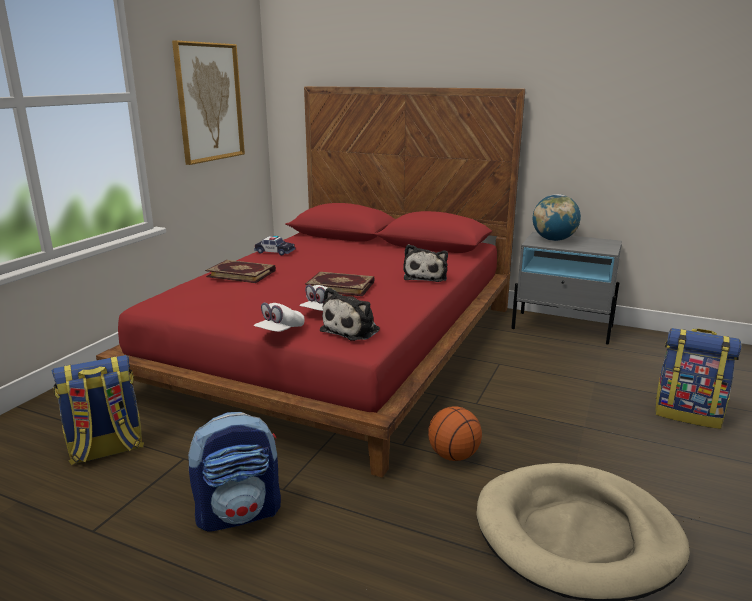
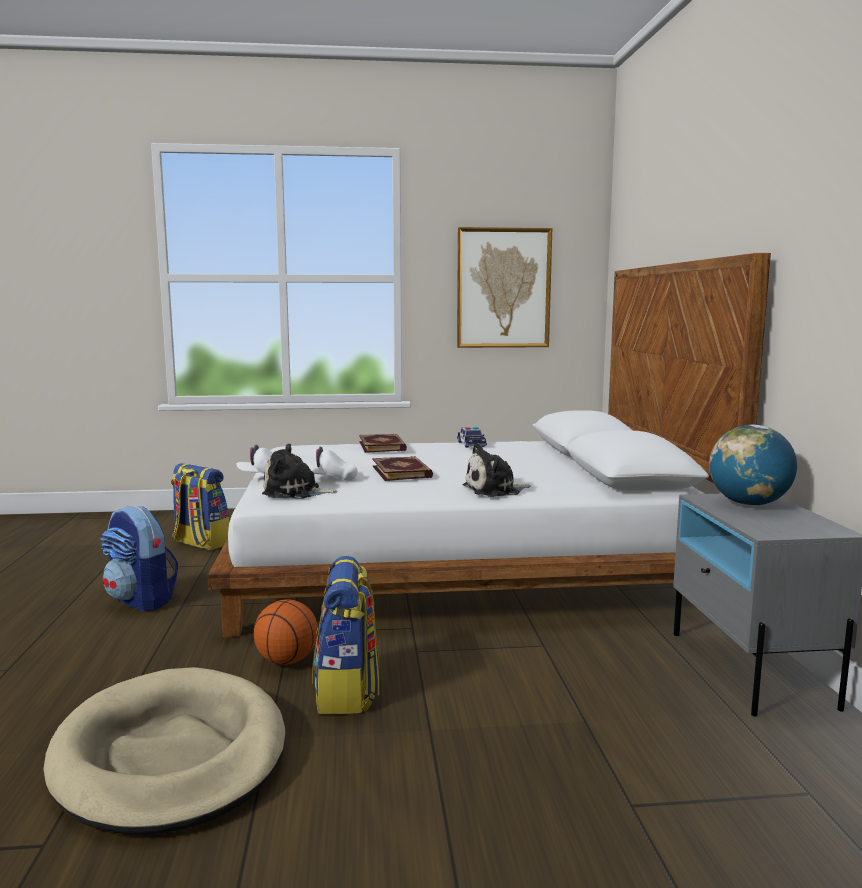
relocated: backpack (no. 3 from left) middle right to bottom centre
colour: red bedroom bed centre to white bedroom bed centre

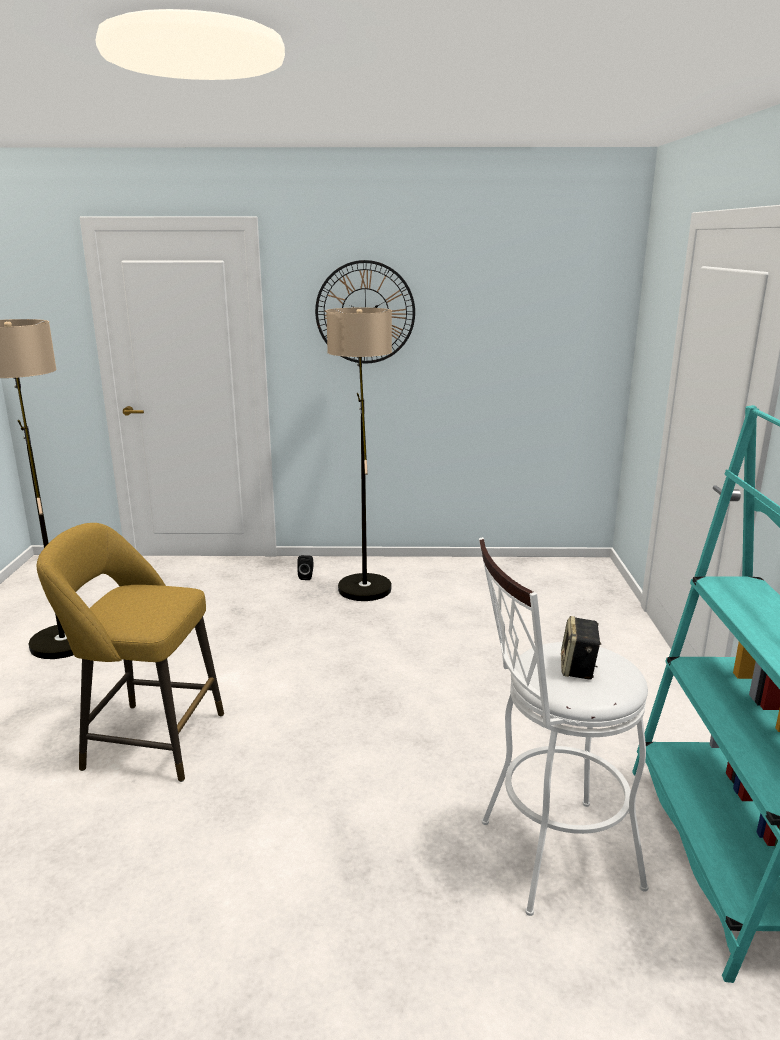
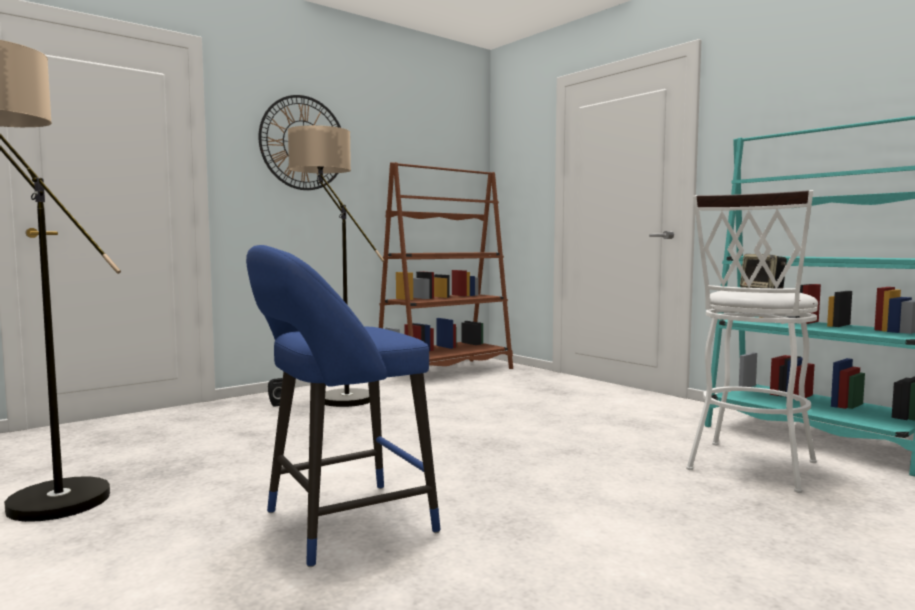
appeared: brown-coloured bookshelf centre
colour: yellowish sitting stool middle left to bluish sitting stool centre

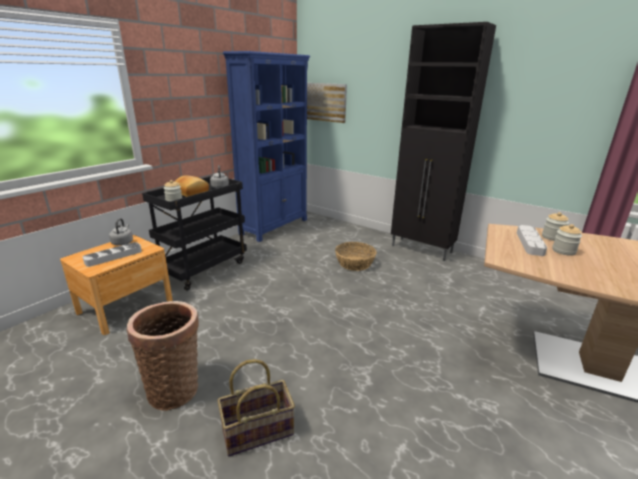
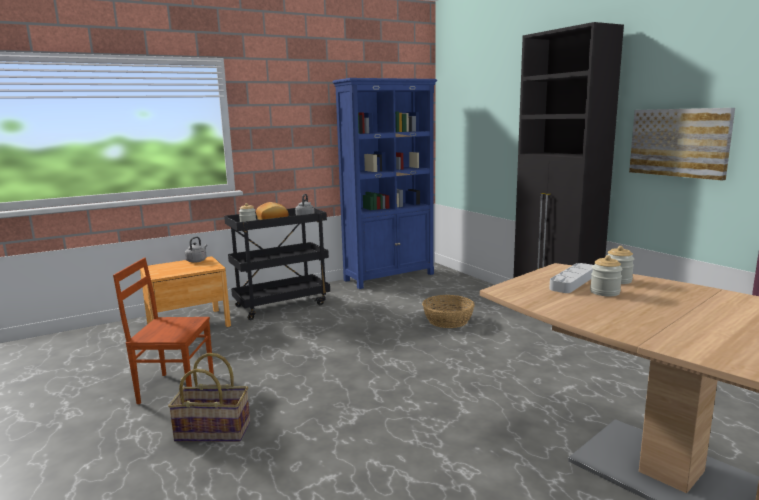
missing: gray serving tray (no. 1 from left) middle left
relocated: picture top centre to top right
exchanged: storage basket (no. 1 from left) bottom left to brown-coloured plain chair middle left

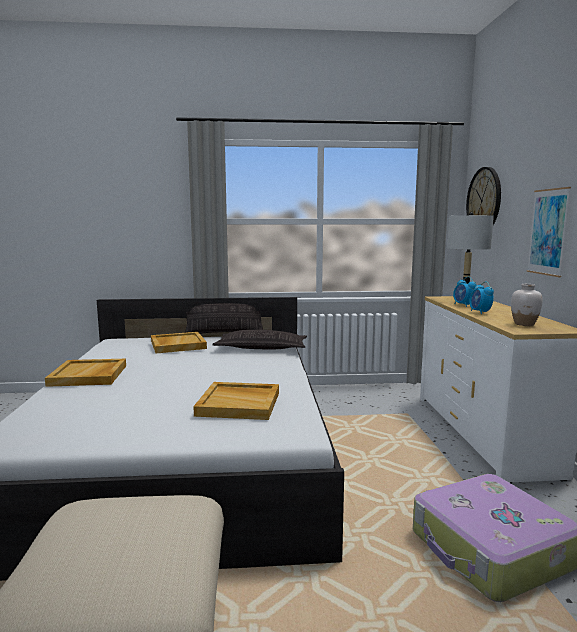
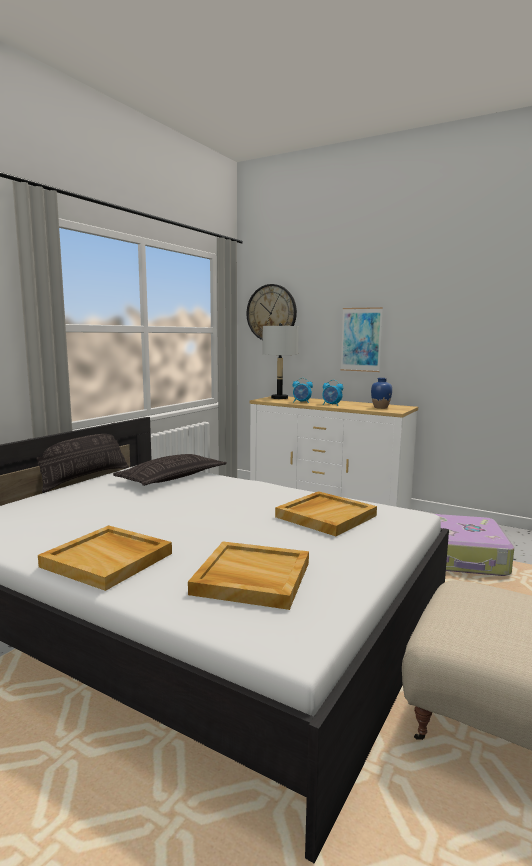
relocated: sand-coloured serving tray (no. 2 from left) middle left to centre
colour: white decorative vase middle right to bluish decorative vase middle right

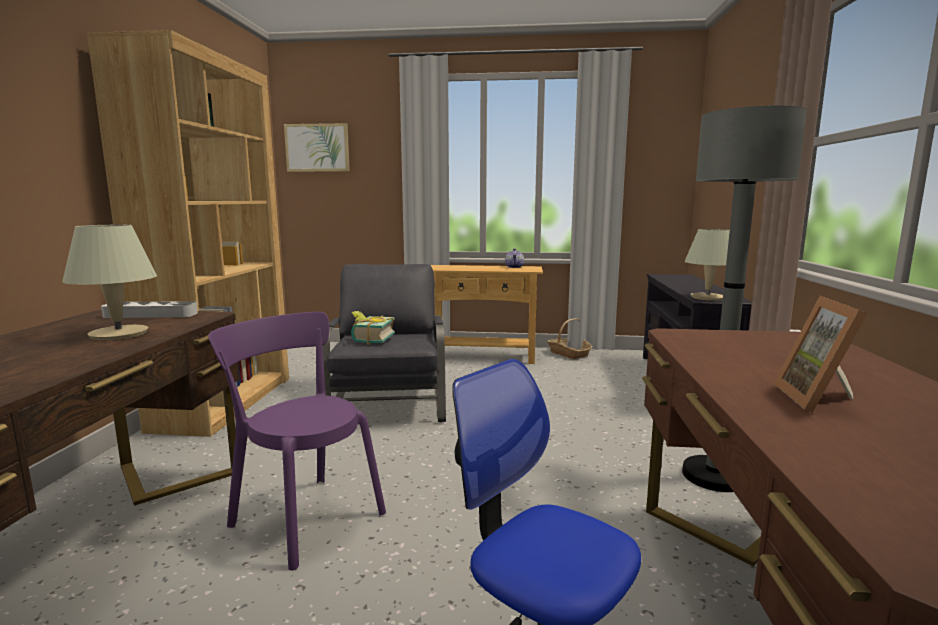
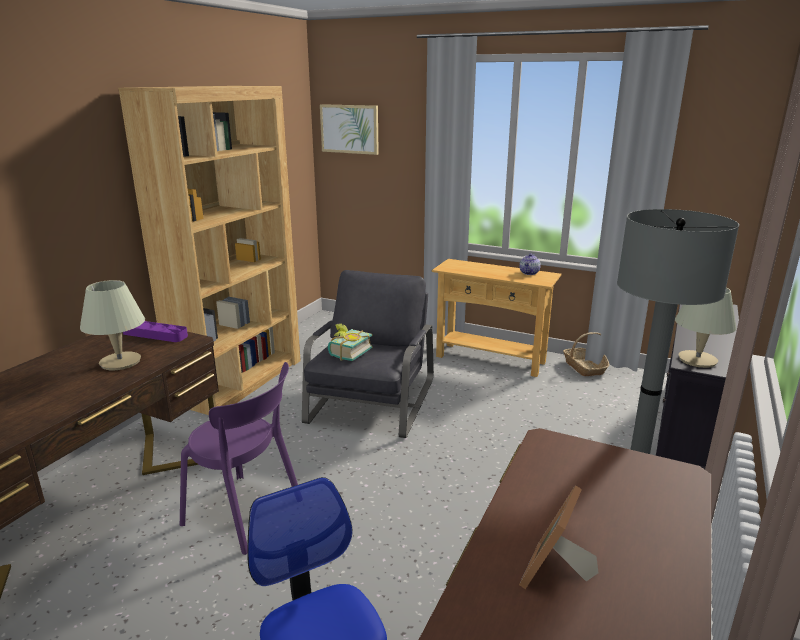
colour: gray serving tray middle left to purplish serving tray middle left
spun: purplish plain chair bottom left = bottom left 150 degrees clockwise

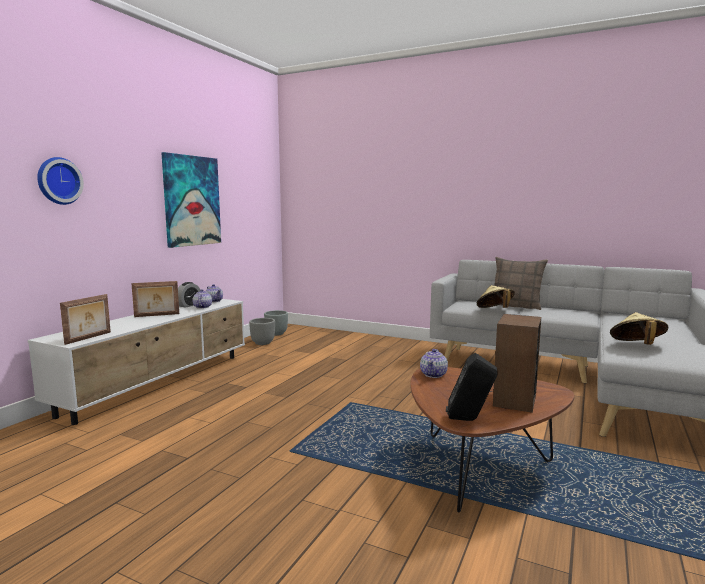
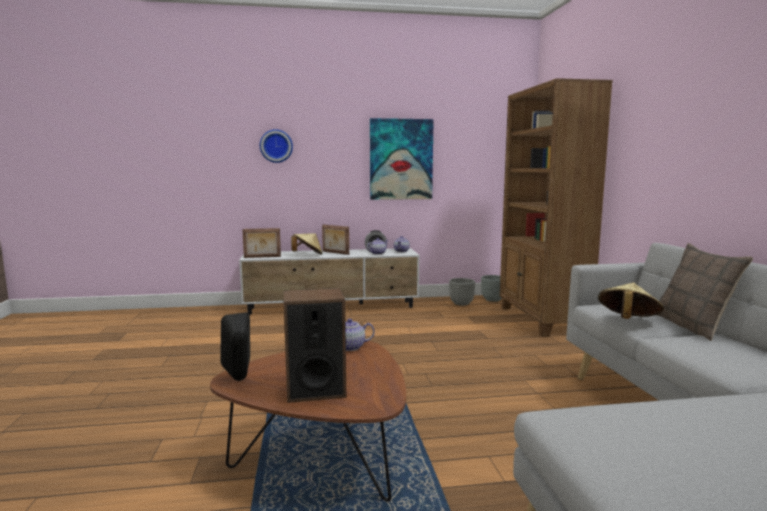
appeared: brown-coloured bookshelf middle right
relocated: sand-coloured hat (no. 2 from left in the first image) middle right to sand-coloured hat (no. 1 from left) centre

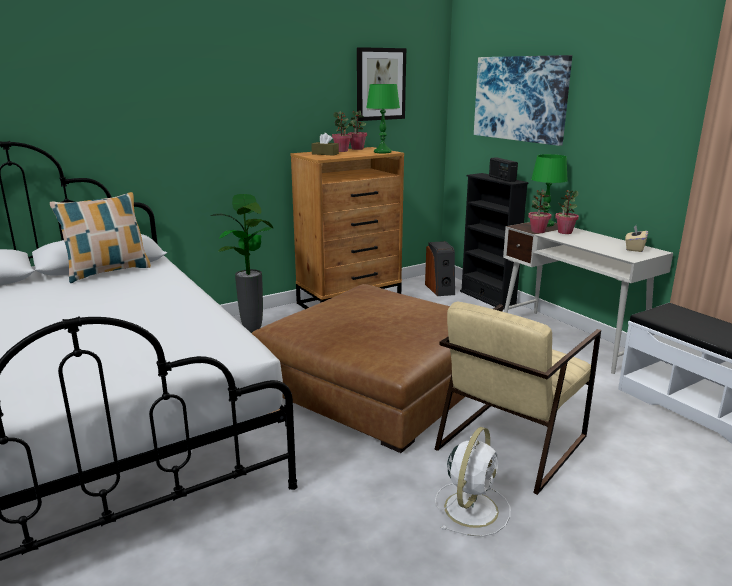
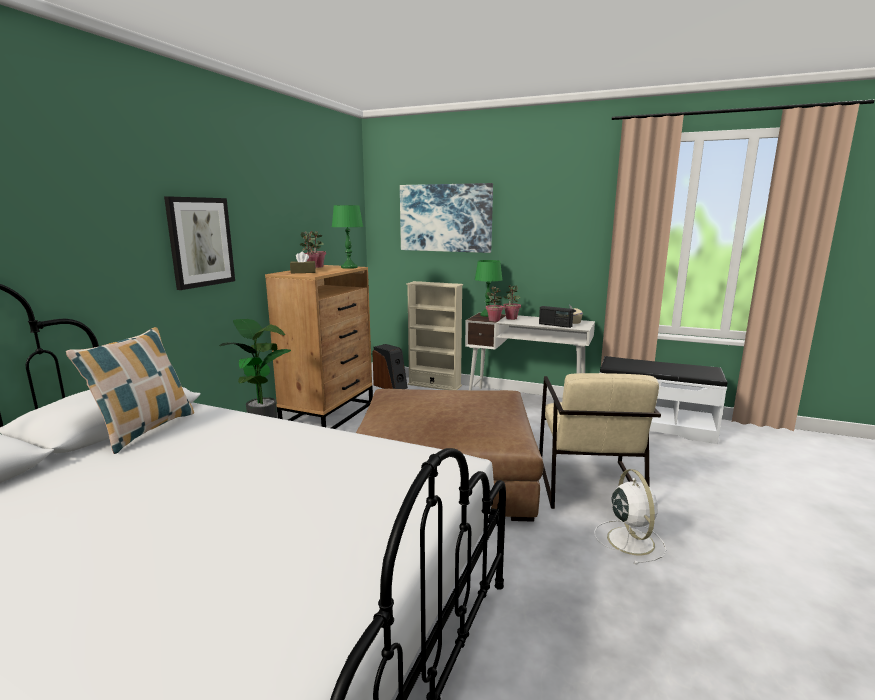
relocated: picture (no. 1 from left) top centre to middle left; radio set top right to centre
colour: black bookshelf middle right to sand-coloured bookshelf centre

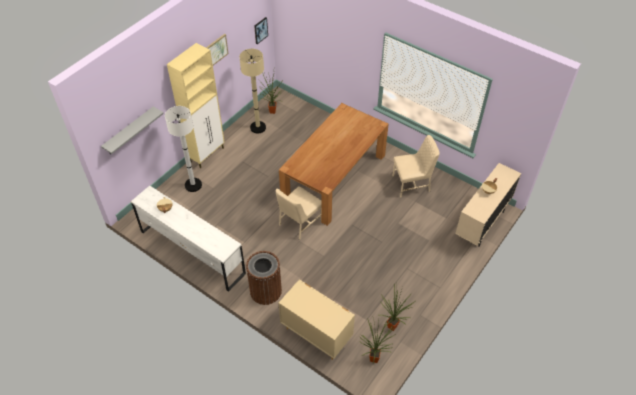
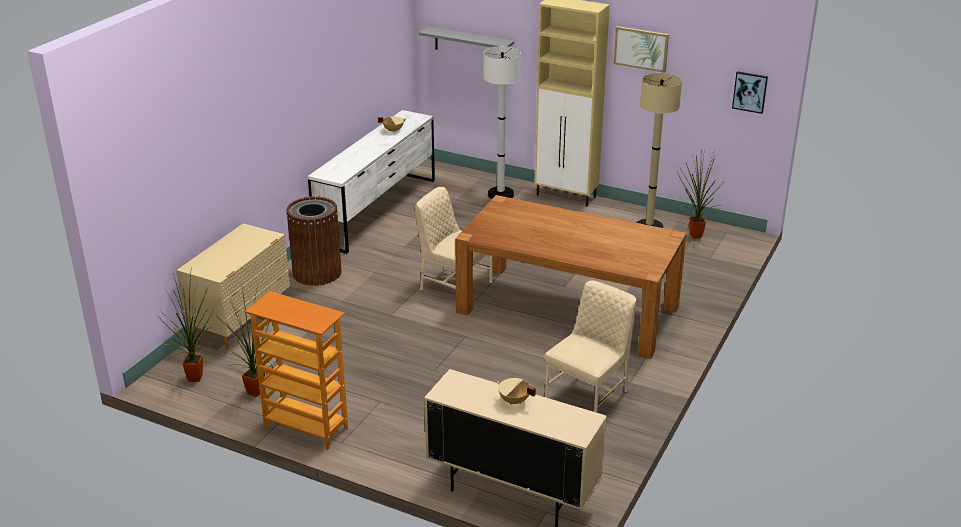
appeared: bookshelf bottom left
spun: sand-coloured plain chair (no. 2 from left) centre = centre 120 degrees counterclockwise

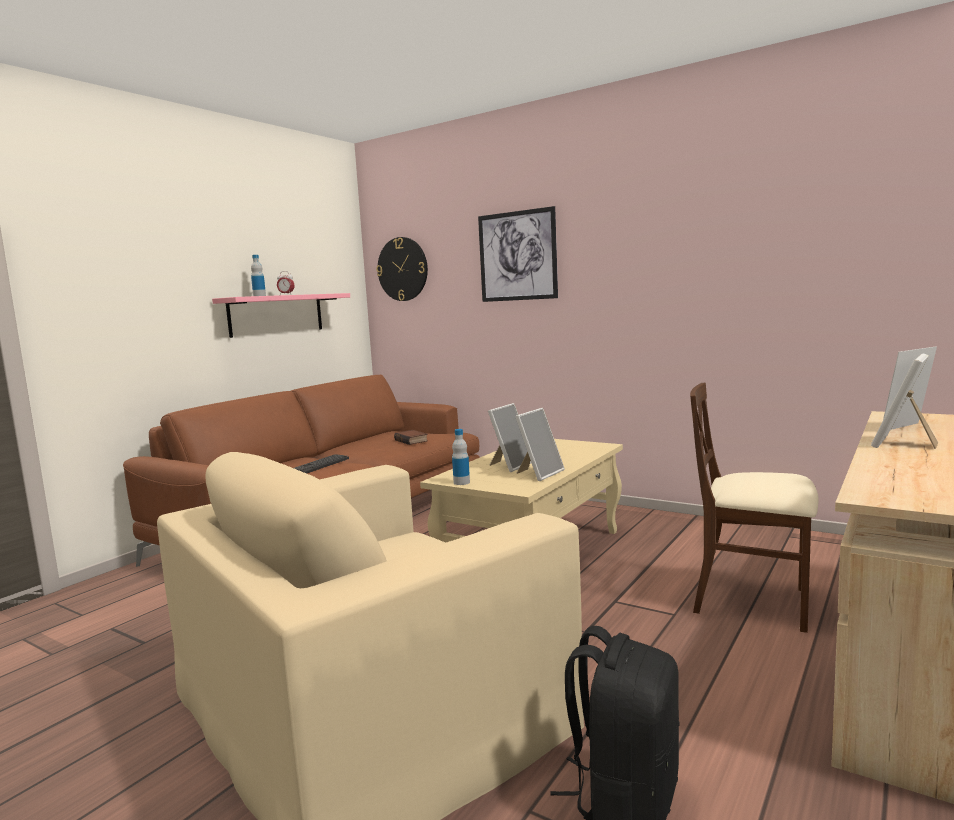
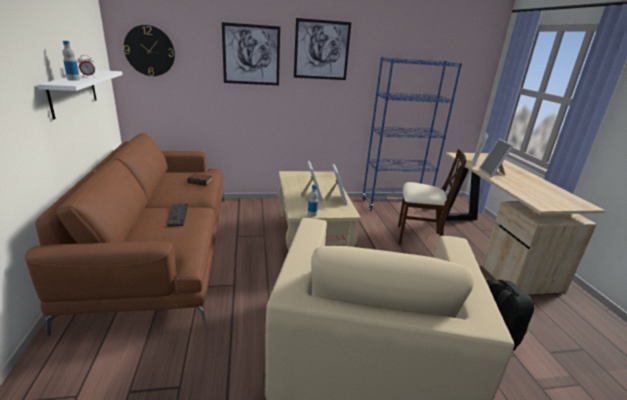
appeared: picture (no. 2 from left) top centre; bluish bookshelf top centre
colour: pink-coloured wall shelf middle left to white wall shelf top left
spun: sand-coloured plain chair middle right = middle right 150 degrees counterclockwise

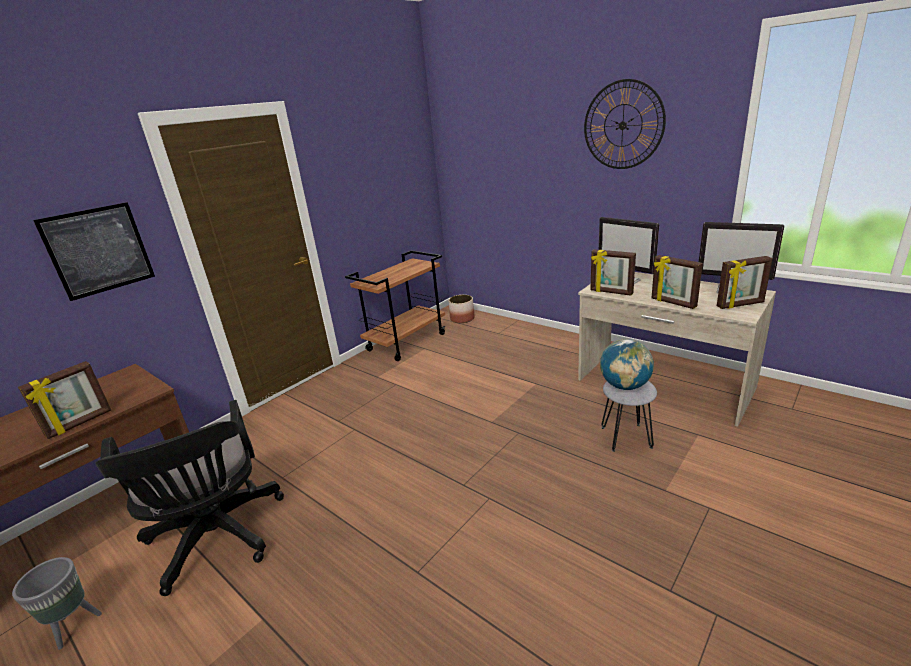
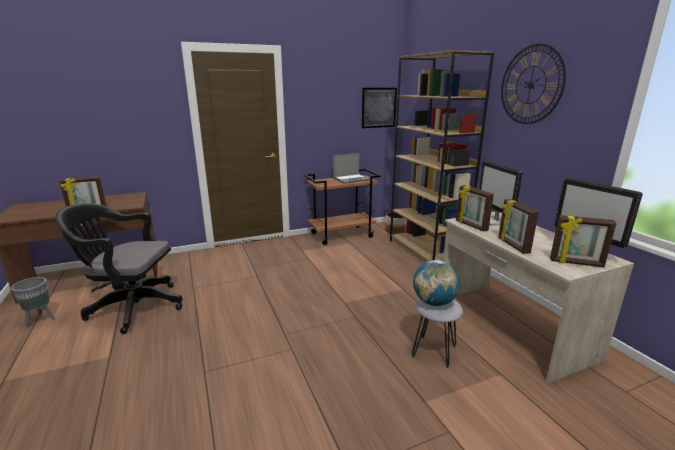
appeared: portable computer centre; brown-coloured bookshelf centre
relocated: picture middle left to top centre
spun: black desk chair bottom left = middle left 90 degrees clockwise

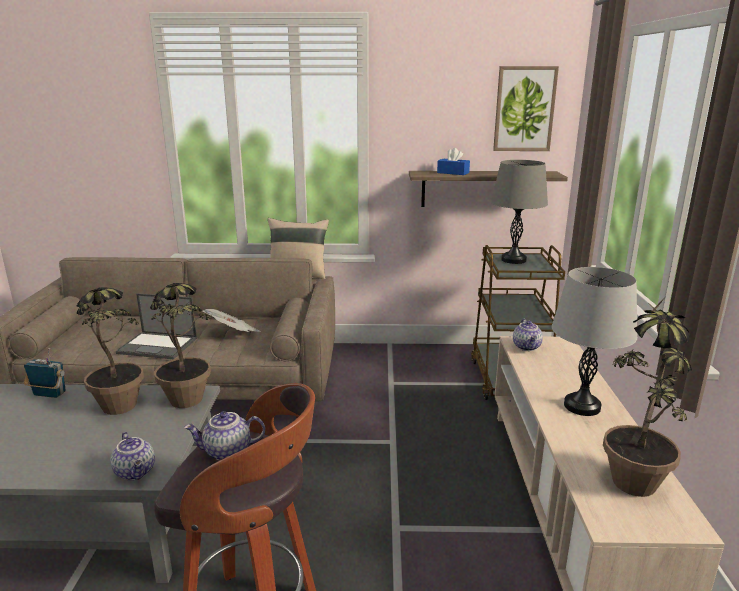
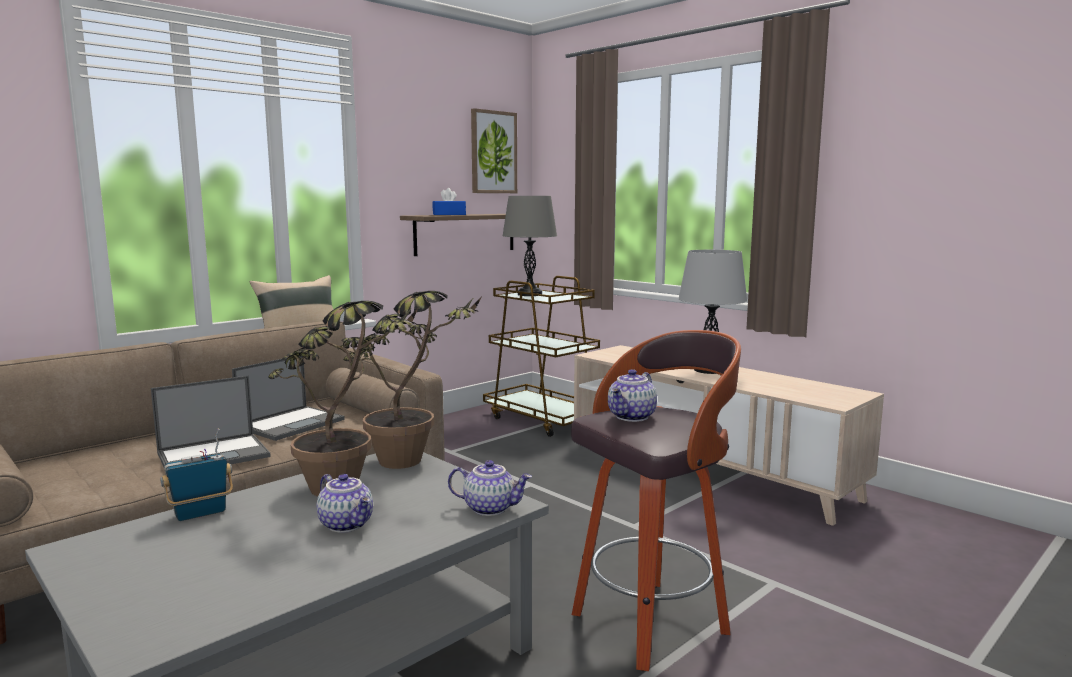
missing: potted plant (no. 3 from left) bottom right
relocated: pot for tea (no. 3 from left in the first image) middle right to pot for tea (no. 1 from left) bottom left
exchanged: newspaper middle left to portable computer (no. 2 from left) middle left

